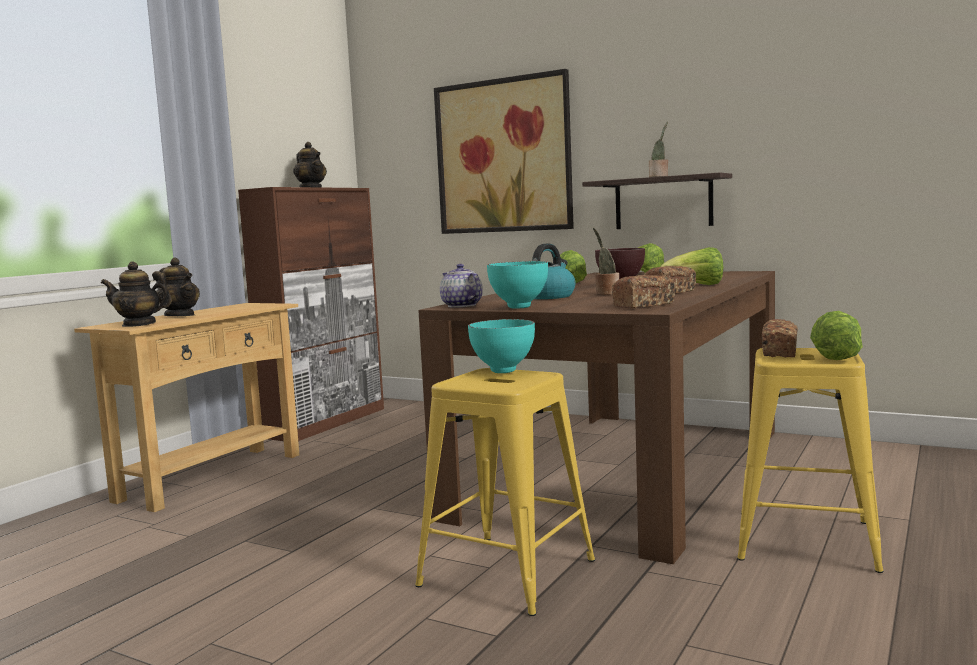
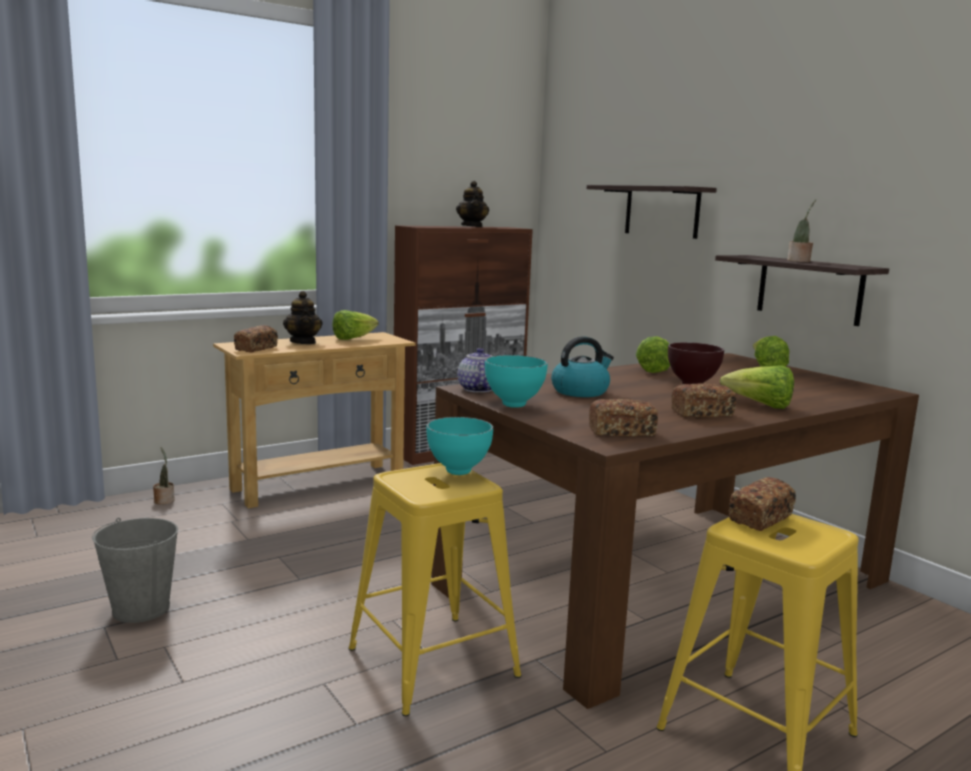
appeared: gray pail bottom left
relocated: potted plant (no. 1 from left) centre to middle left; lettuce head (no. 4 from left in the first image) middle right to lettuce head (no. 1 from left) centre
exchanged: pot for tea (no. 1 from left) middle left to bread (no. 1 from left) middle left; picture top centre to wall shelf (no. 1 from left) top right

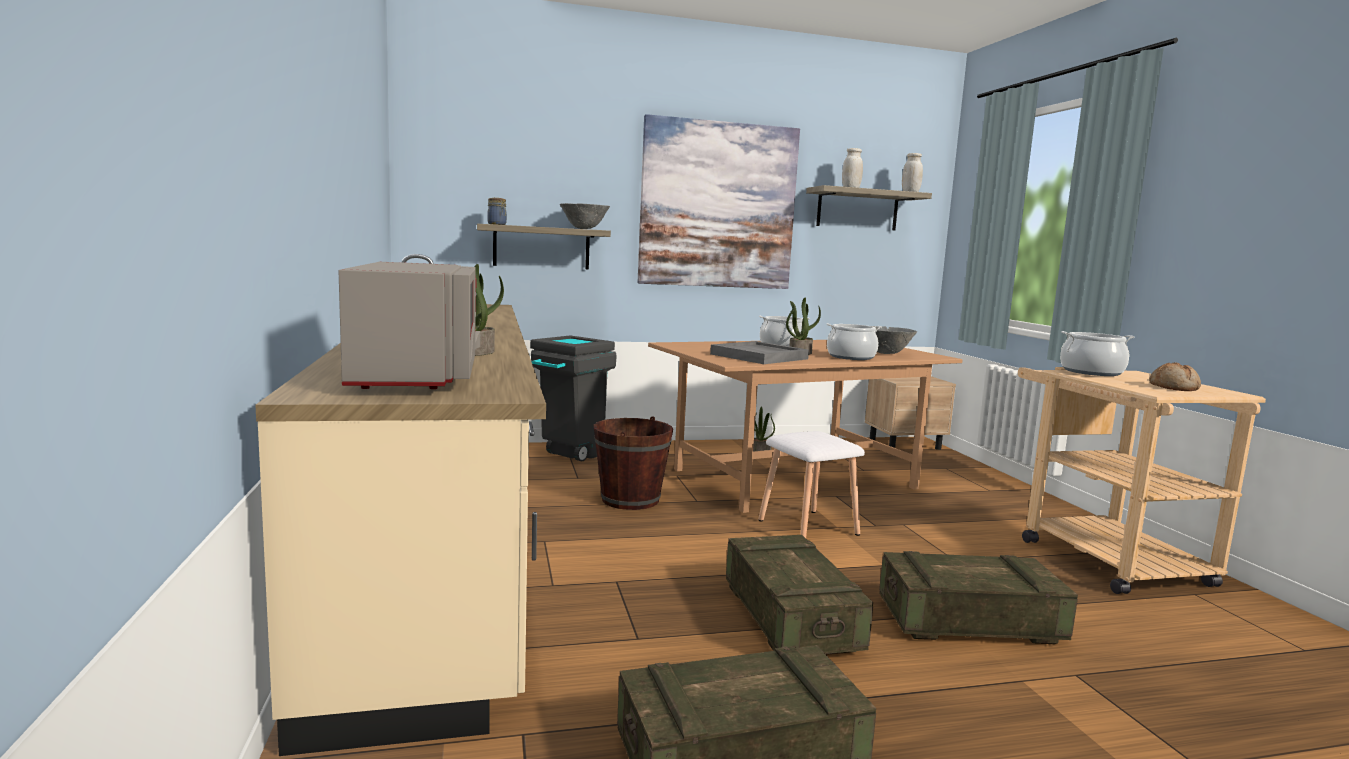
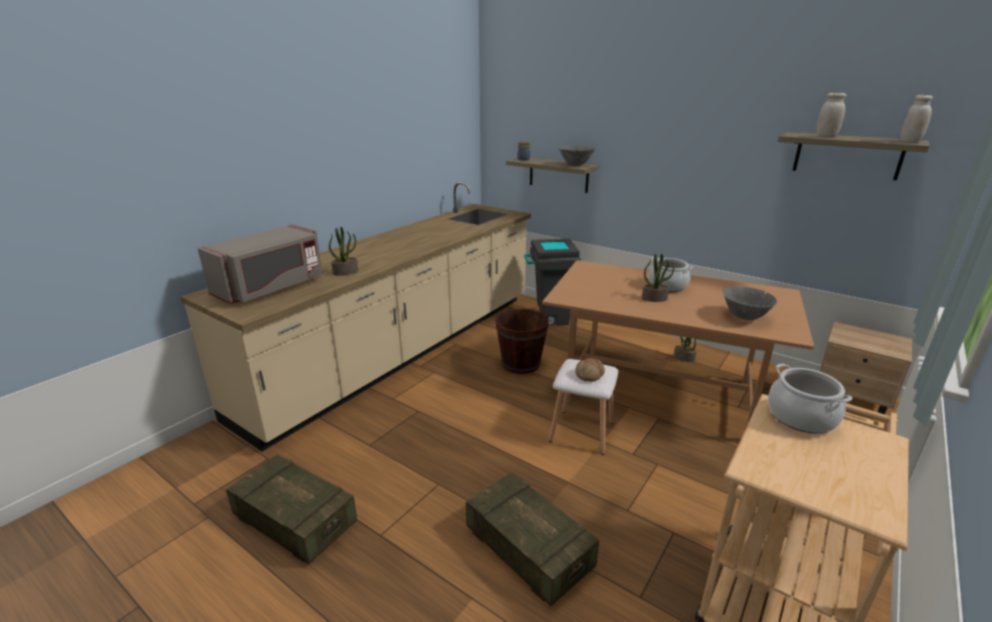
missing: picture top centre; gray serving tray centre; packing crate (no. 2 from left) bottom centre; cooking pot (no. 2 from left) centre
relocated: bread middle right to centre

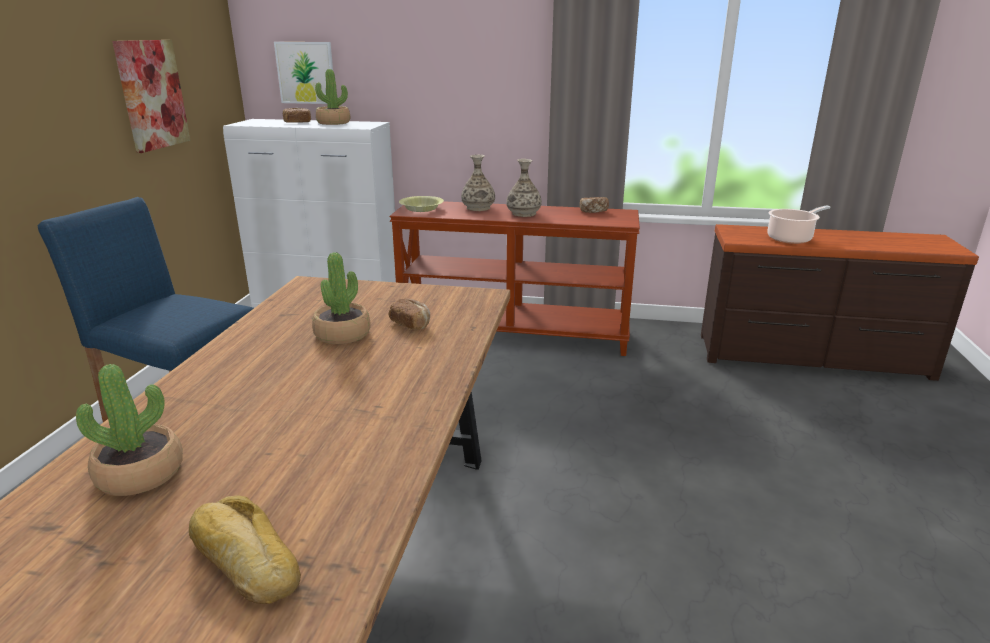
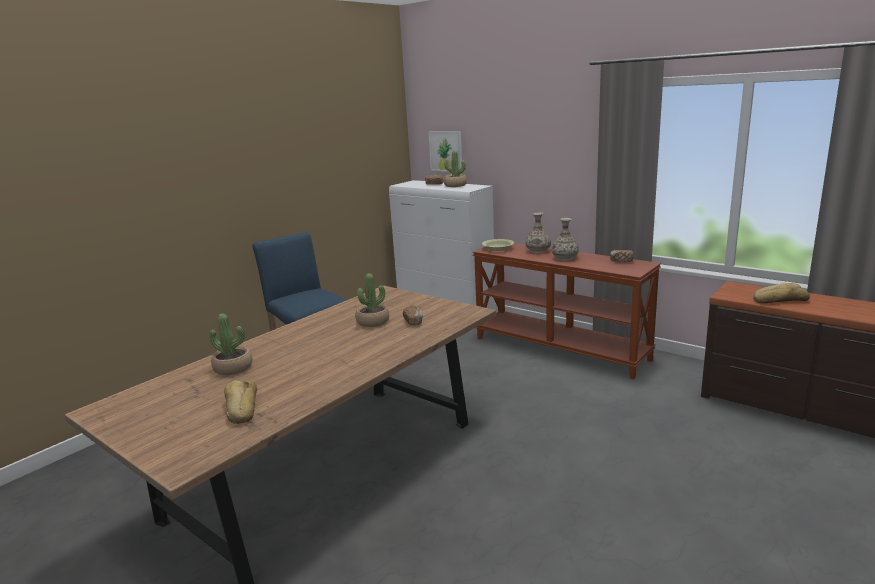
missing: picture (no. 1 from left) top left
exchanged: cooking pot middle right to bread (no. 5 from left) middle right

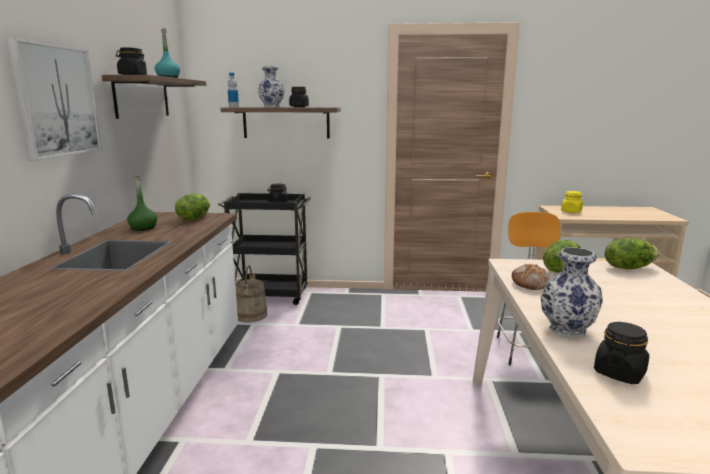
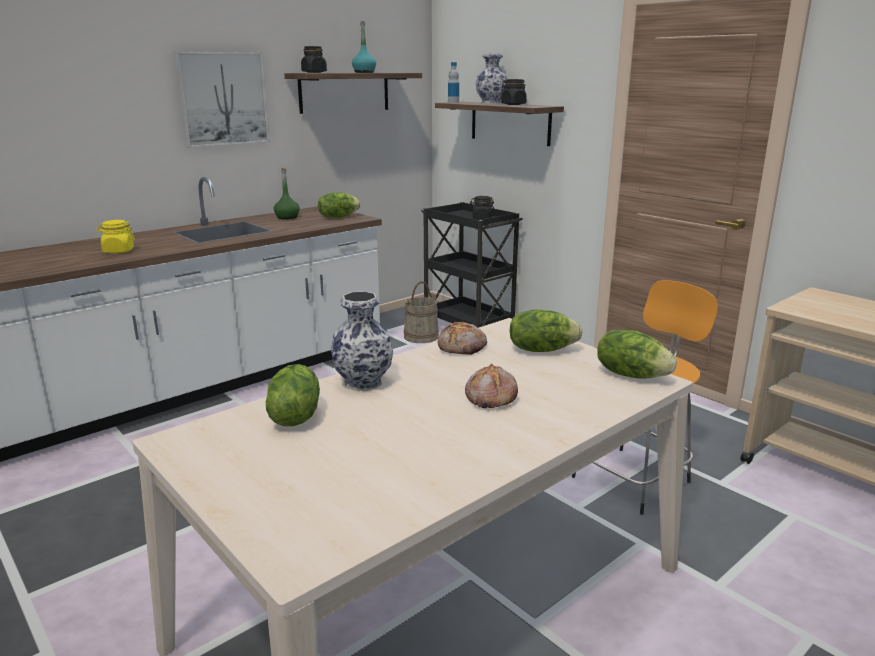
appeared: bread (no. 2 from left) centre
relocated: yellowish jar middle right to middle left
exchanged: black jar (no. 4 from left) bottom right to lettuce head (no. 1 from left) centre

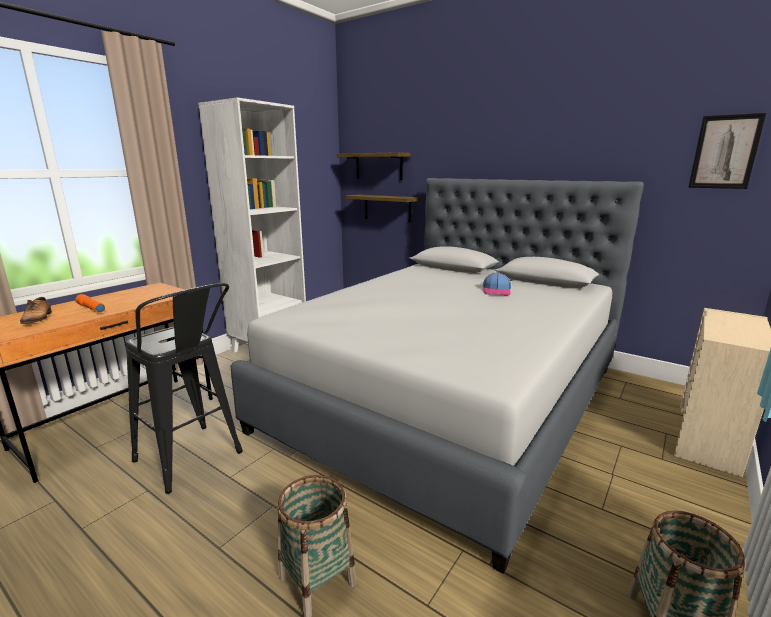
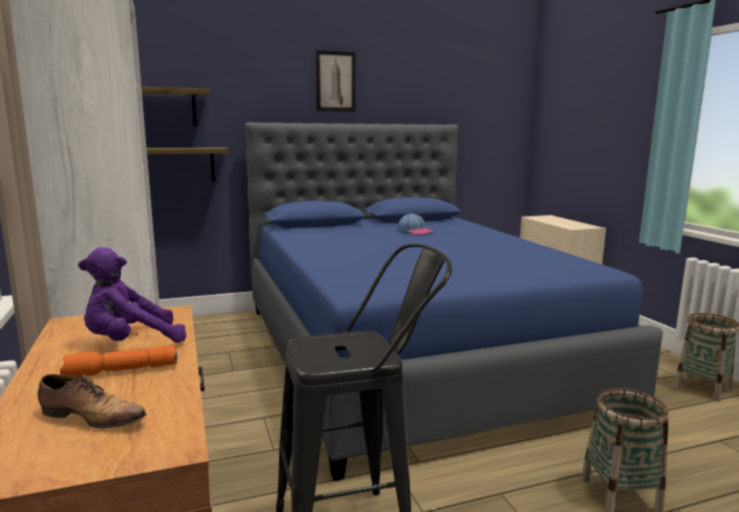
appeared: purplish plush toy middle left
relocated: picture top right to top centre
colour: gray bedroom bed centre to bluish bedroom bed centre

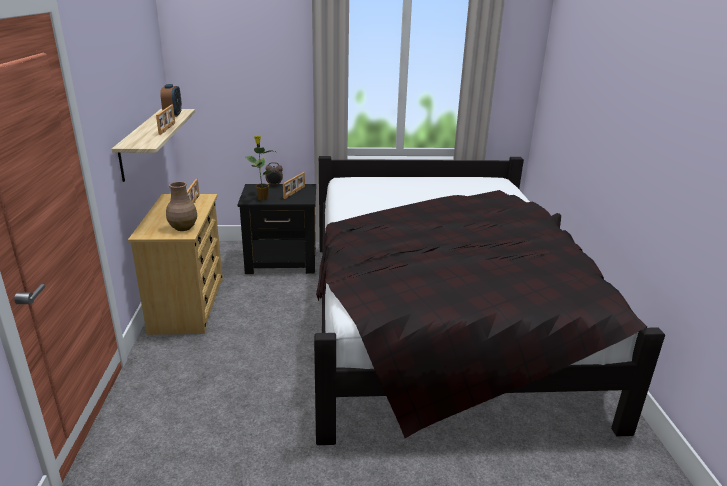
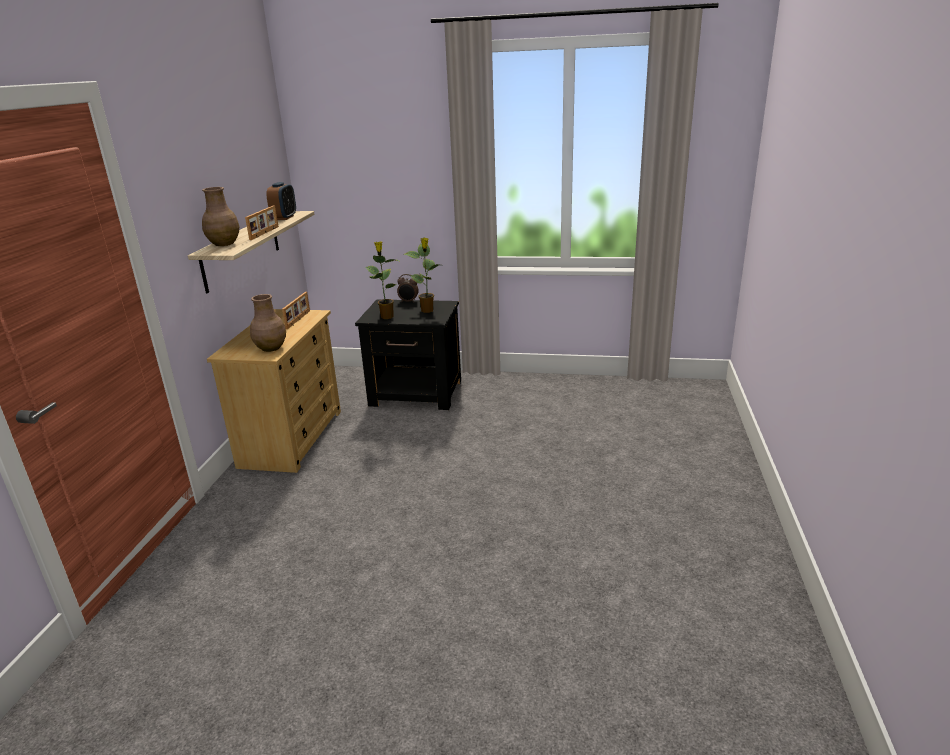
missing: black bedroom bed middle right
appeared: brown-coloured decorative vase (no. 1 from left) top left
exchanged: picture frame (no. 3 from left) centre to potted plant (no. 2 from left) centre

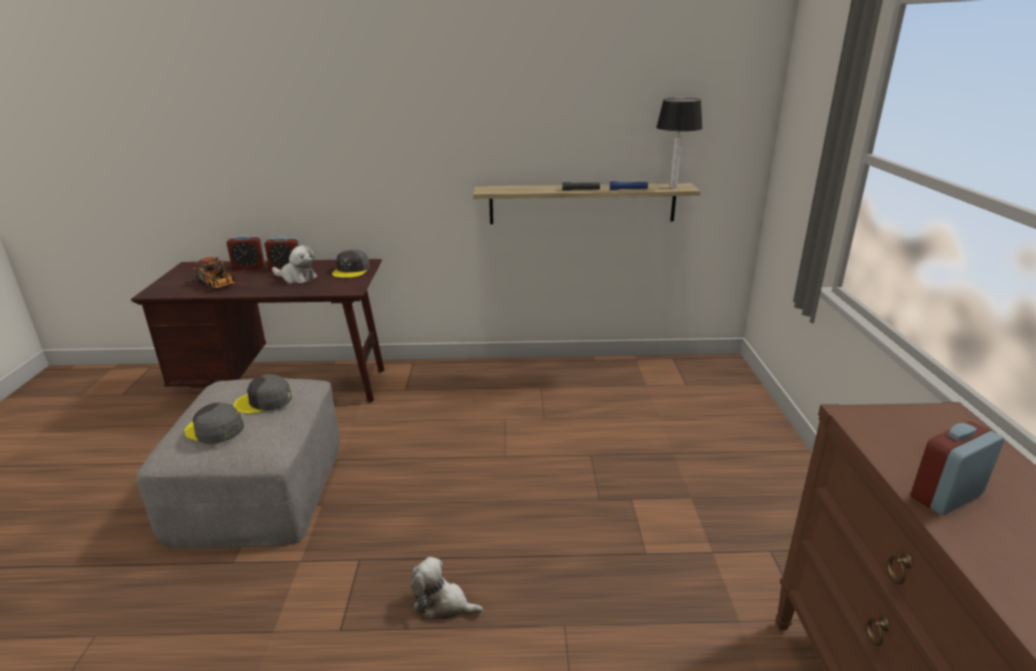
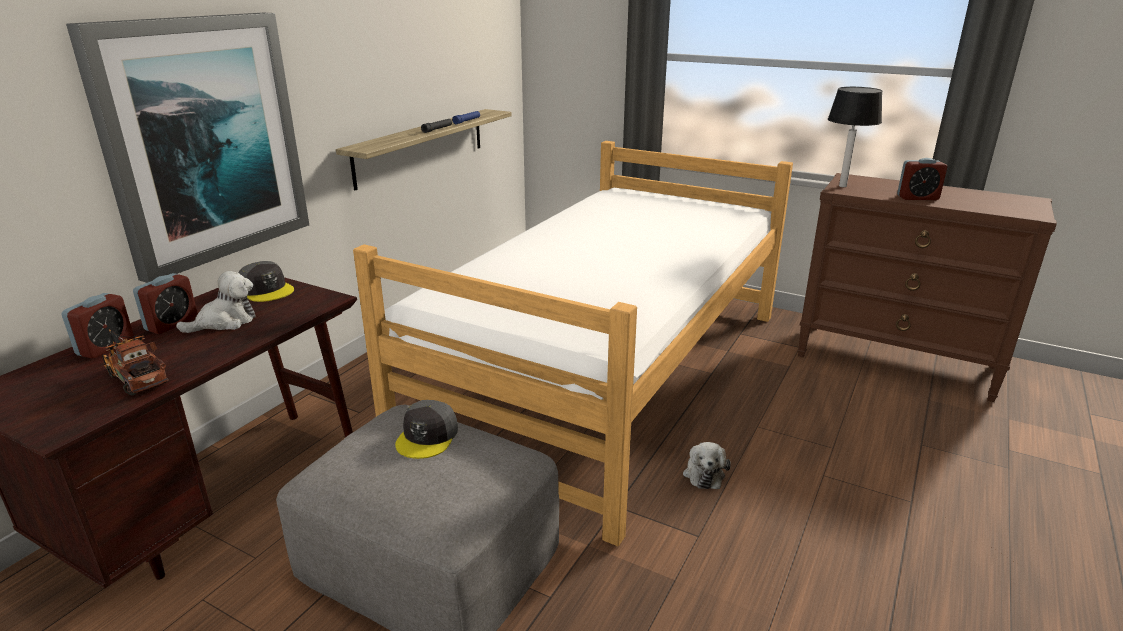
missing: gray baseball cap (no. 1 from left) middle left
appeared: picture top left; bedroom bed centre
relocated: tabletop lamp top centre to top right
spun: toy lorry middle left = middle left 120 degrees counterclockwise; plush toy (no. 2 from left) bottom centre = bottom centre 45 degrees counterclockwise; alarm clock (no. 3 from left) bottom right = top right 90 degrees counterclockwise

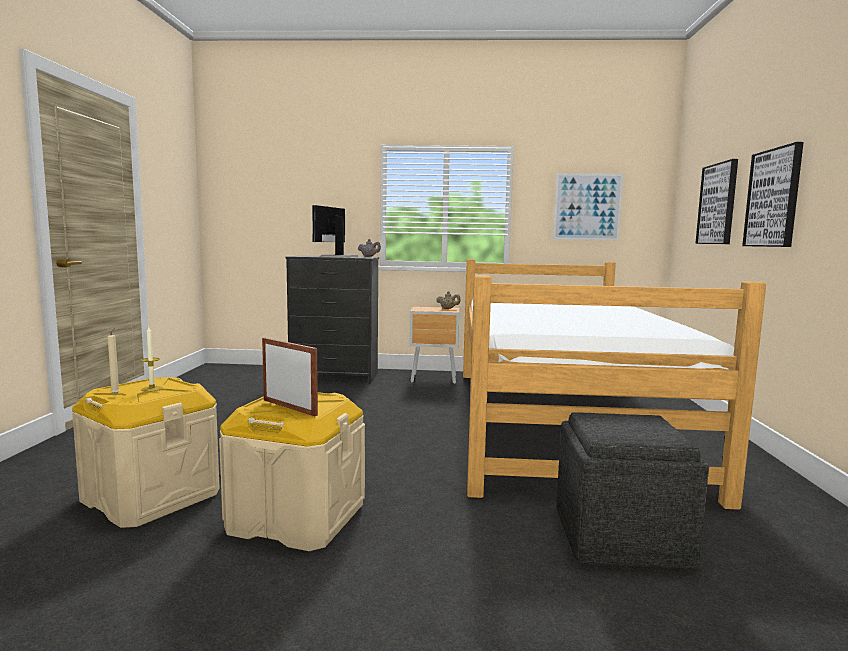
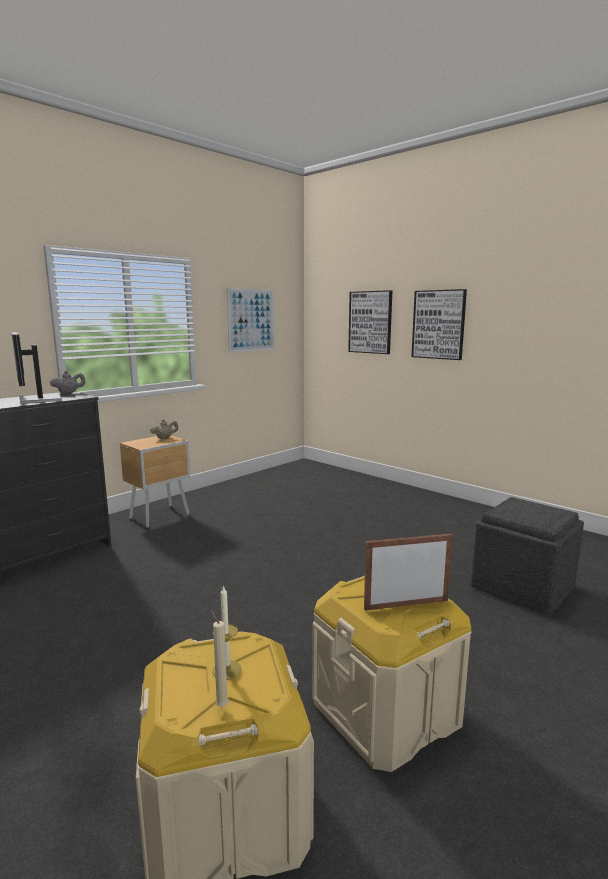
missing: bedroom bed middle right

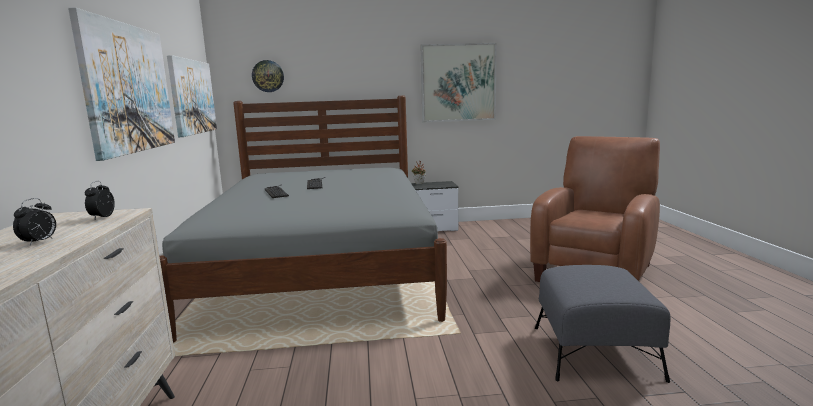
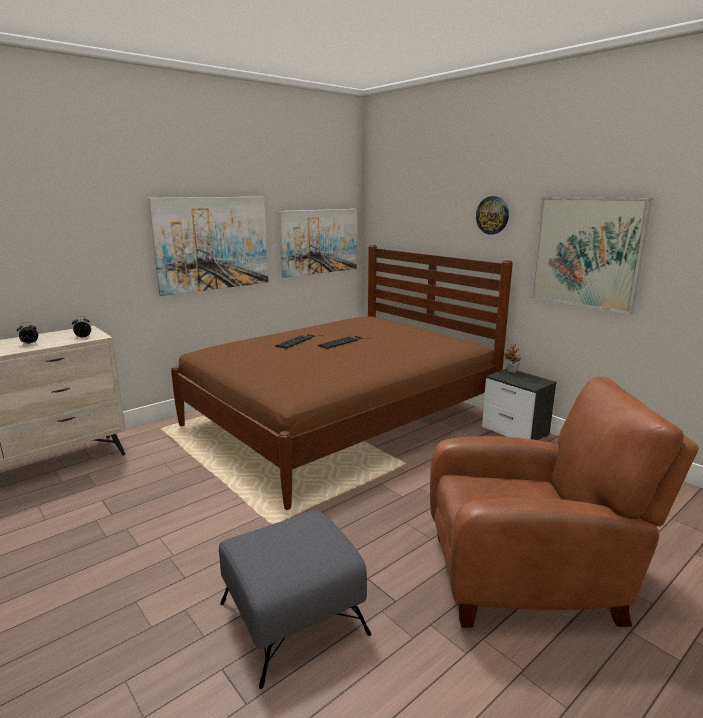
relocated: hanging clock top left to top right
colour: gray bedroom bed centre to brown-coloured bedroom bed centre

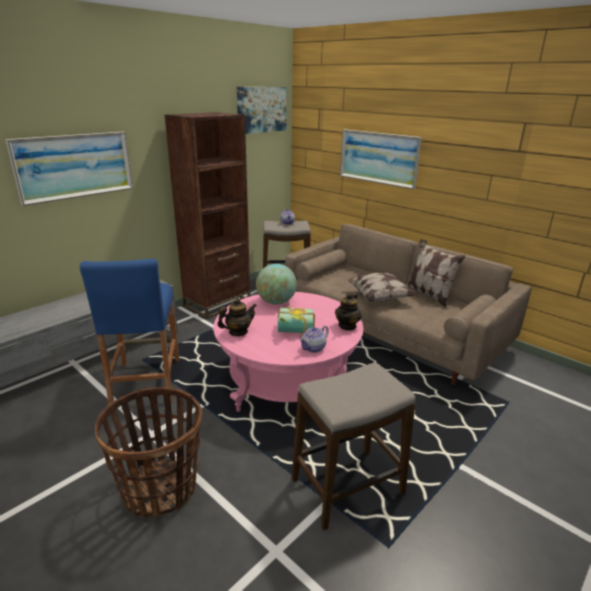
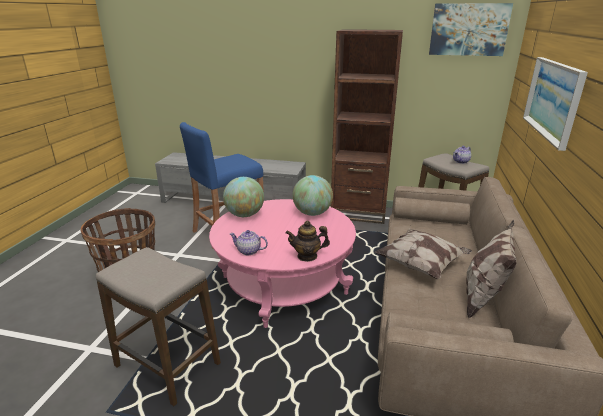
missing: picture (no. 1 from left) top left; bound book centre
exchanged: pot for tea (no. 1 from left) centre to world globe (no. 1 from left) centre

